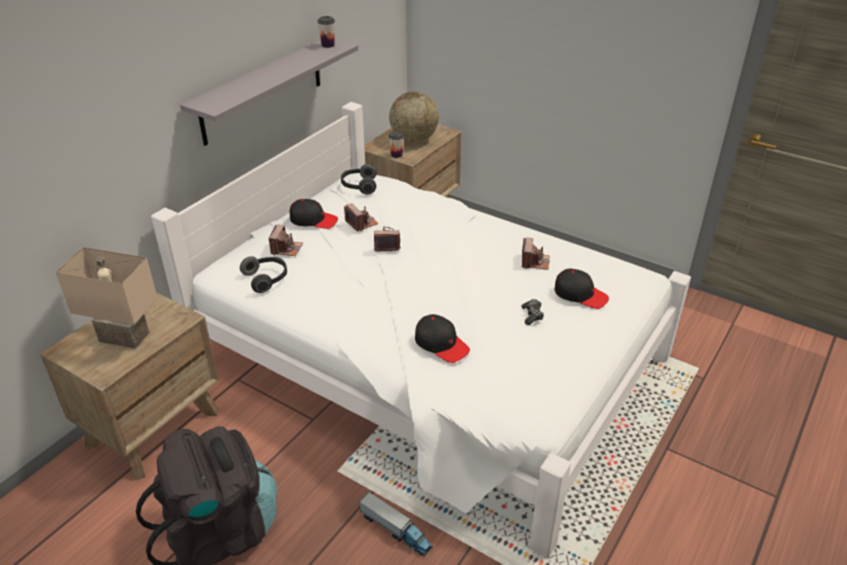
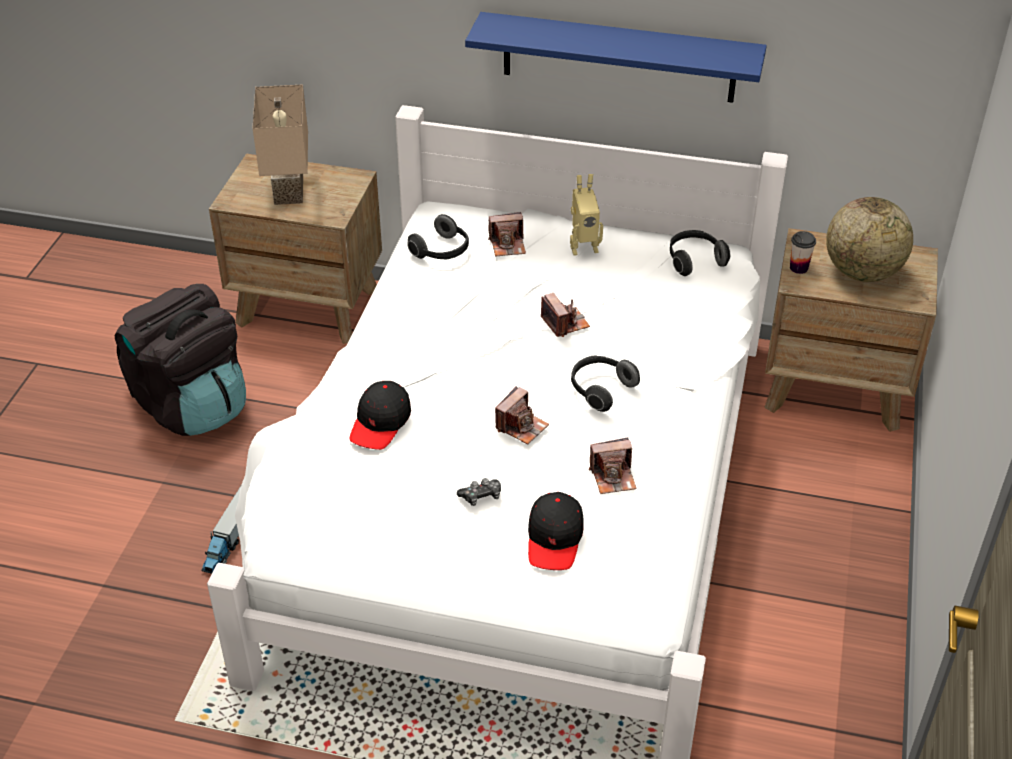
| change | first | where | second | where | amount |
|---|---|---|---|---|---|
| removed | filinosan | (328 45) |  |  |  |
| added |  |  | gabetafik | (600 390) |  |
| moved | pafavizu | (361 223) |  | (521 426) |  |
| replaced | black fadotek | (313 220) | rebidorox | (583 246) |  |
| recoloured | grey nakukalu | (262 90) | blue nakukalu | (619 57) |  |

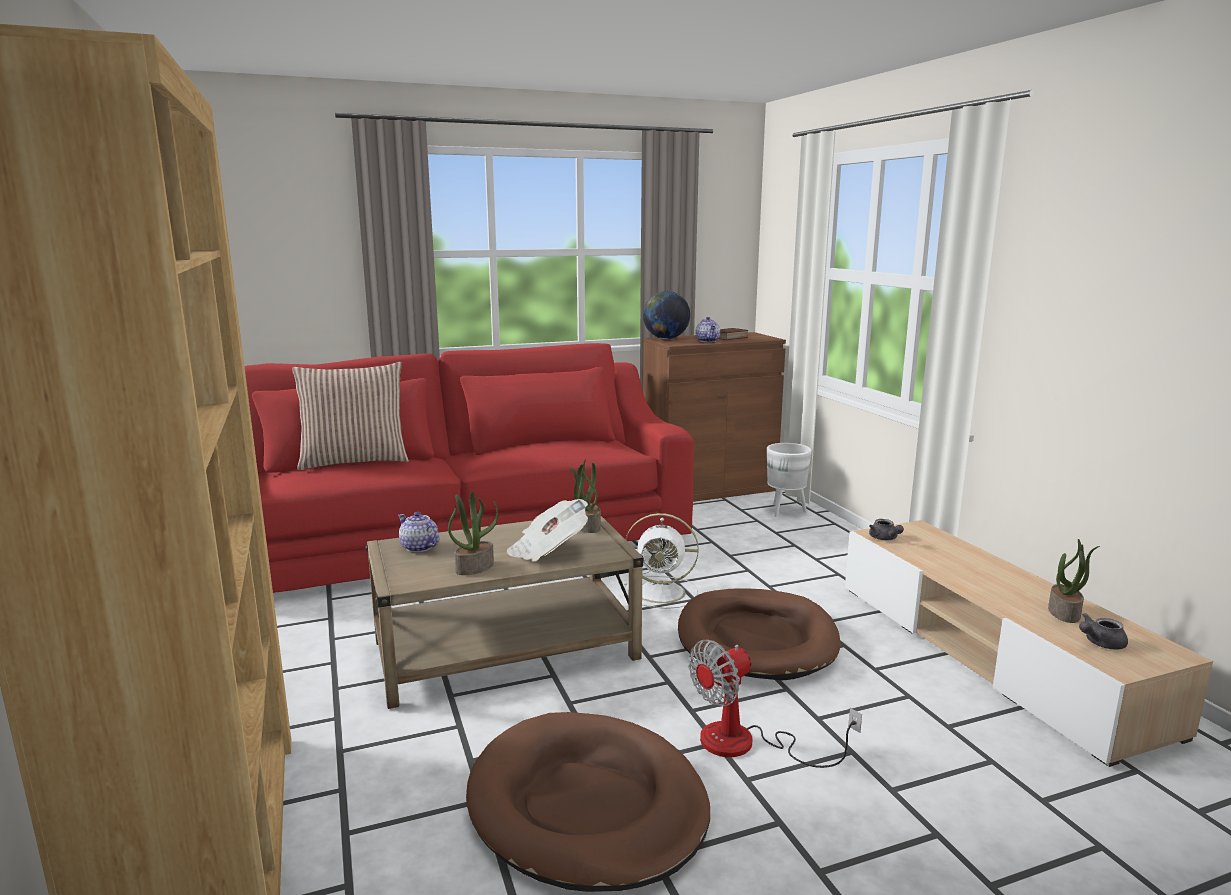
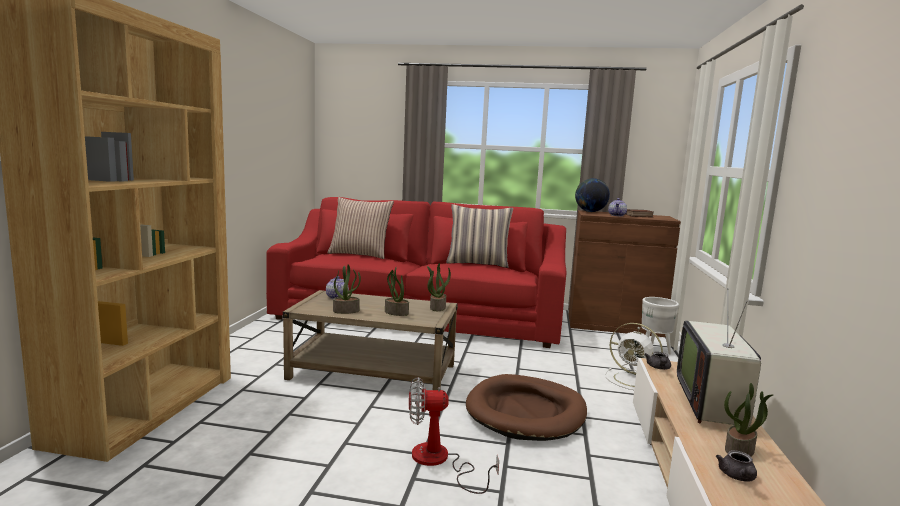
| change | first | where | second | where | amount |
|---|---|---|---|---|---|
| removed | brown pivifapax | (587 806) |  |  |  |
| added |  |  | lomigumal | (478 263) |  |
| added |  |  | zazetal | (714 404) |  |
| moved | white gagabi | (663 592) |  | (633 380) |  |
| replaced | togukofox | (548 550) | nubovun | (396 313) |  |
| turned | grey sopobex | (1099 643) |  | (738 477) | 90 degrees counterclockwise |

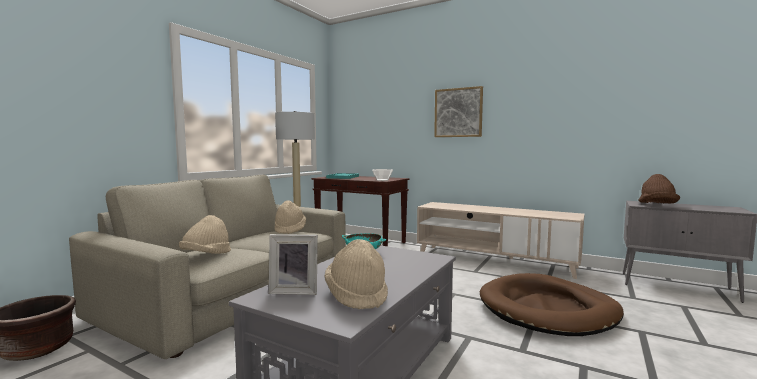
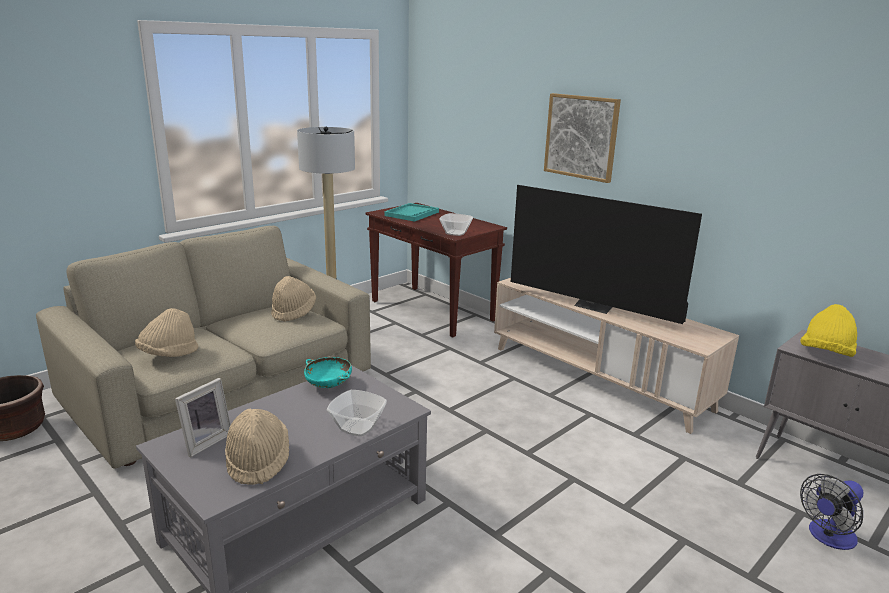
| change | first | where | second | where | amount |
|---|---|---|---|---|---|
| removed | brown pivifapax | (547 309) |  |  |  |
| added |  |  | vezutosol | (357 426) |  |
| added |  |  | zazetal | (595 306) |  |
| added |  |  | gagabi | (828 537) |  |
| recoloured | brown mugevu | (657 205) | yellow mugevu | (825 354) |  |
| turned | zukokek | (295 291) |  | (205 441) | 75 degrees counterclockwise |

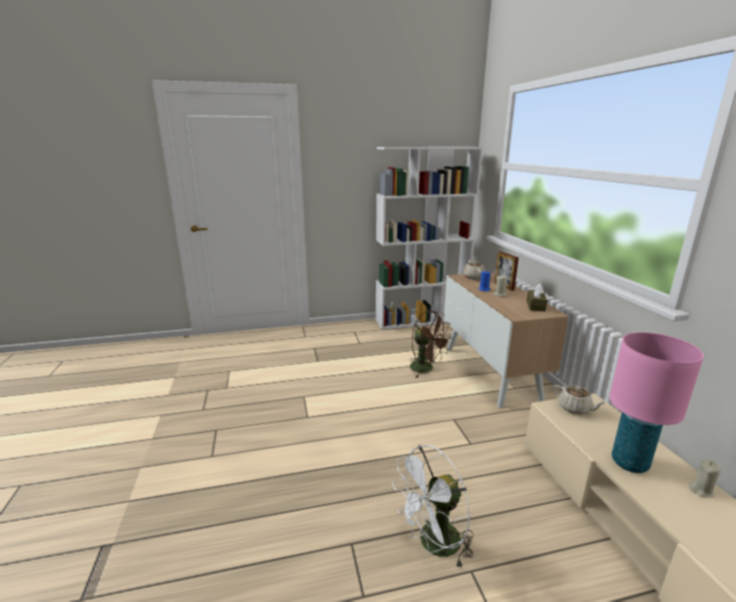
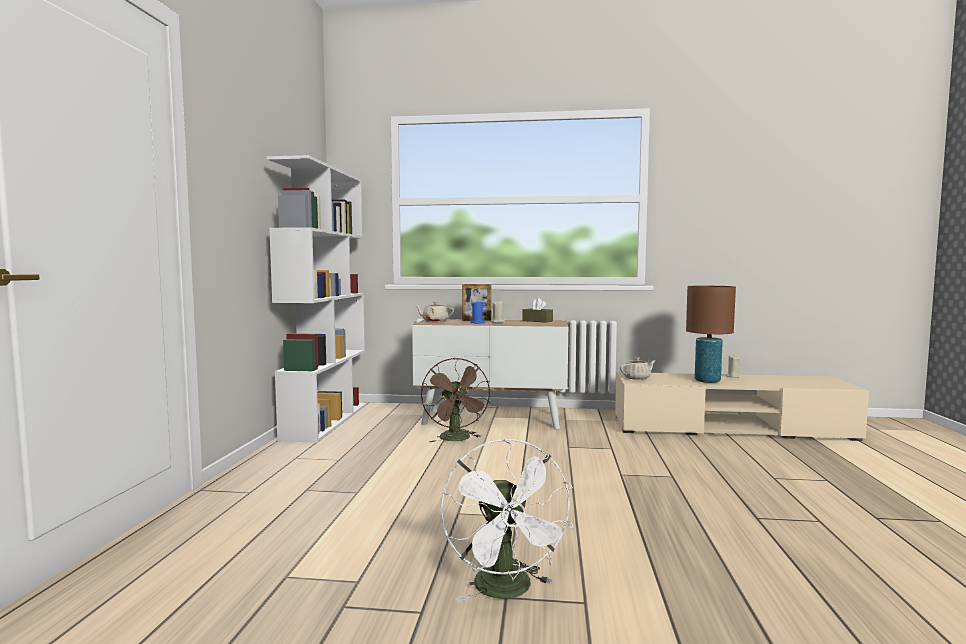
| change | first | where | second | where | amount |
|---|---|---|---|---|---|
| moved | white gagabi | (433 545) |  | (508 591) |  |
| recoloured | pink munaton | (629 463) | brown munaton | (707 381) |  |
| turned | brown gagabi | (426 369) |  | (457 439) | 105 degrees clockwise |

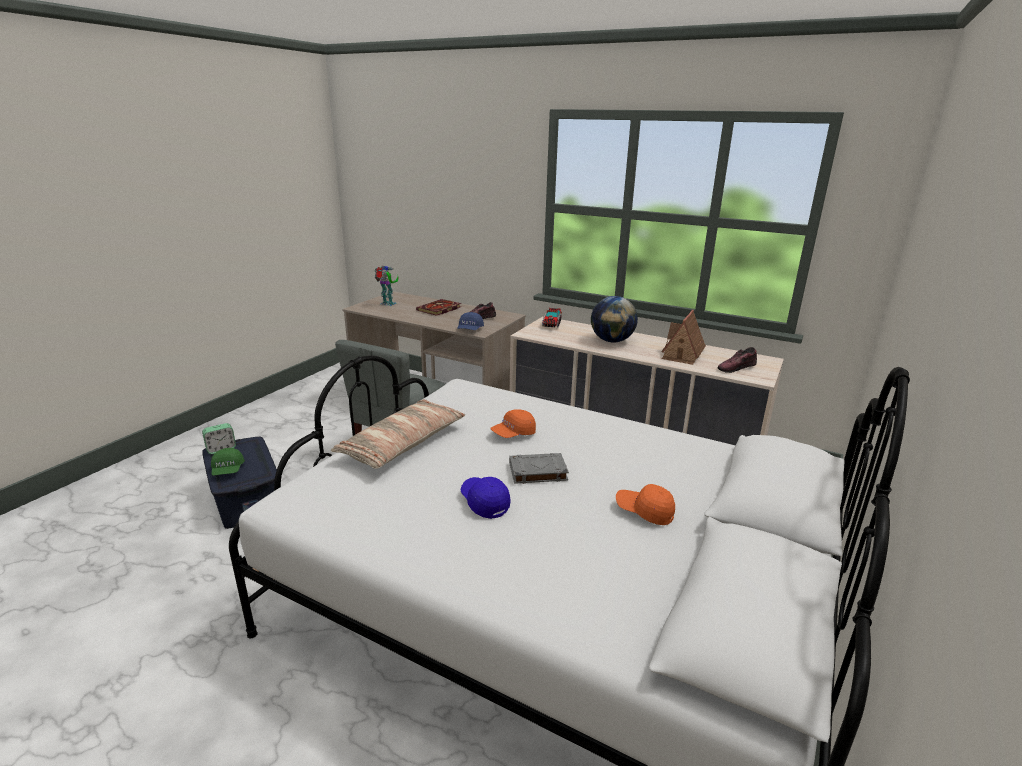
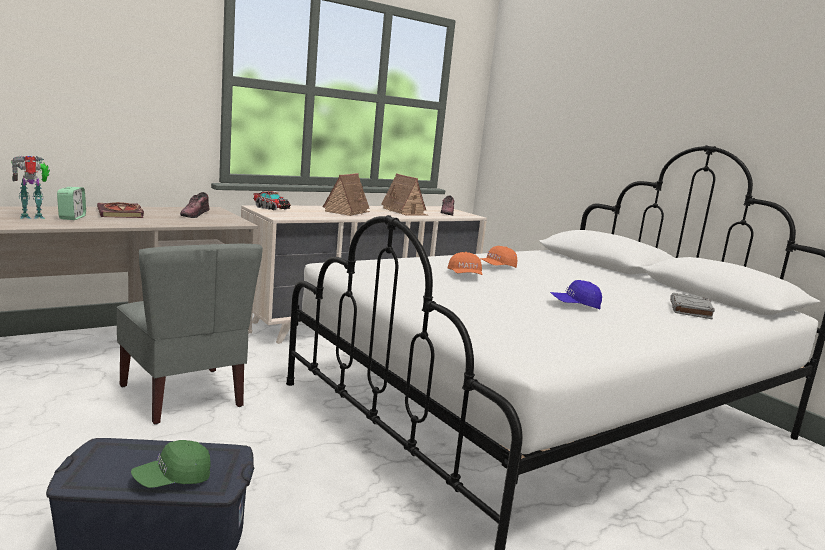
| change | first | where | second | where | amount |
|---|---|---|---|---|---|
| removed | lomigumal | (403 444) |  |  |  |
| removed | blue fadotek | (470 330) |  |  |  |
| moved | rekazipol | (221 449) |  | (72 217) |  |
| moved | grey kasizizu | (537 472) |  | (690 310) |  |
| moved | orange fadotek | (644 511) |  | (496 267) |  |
| replaced | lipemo | (612 341) | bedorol | (347 211) |  |
| turned | green fadotek | (228 470) |  | (172 479) | 135 degrees clockwise |

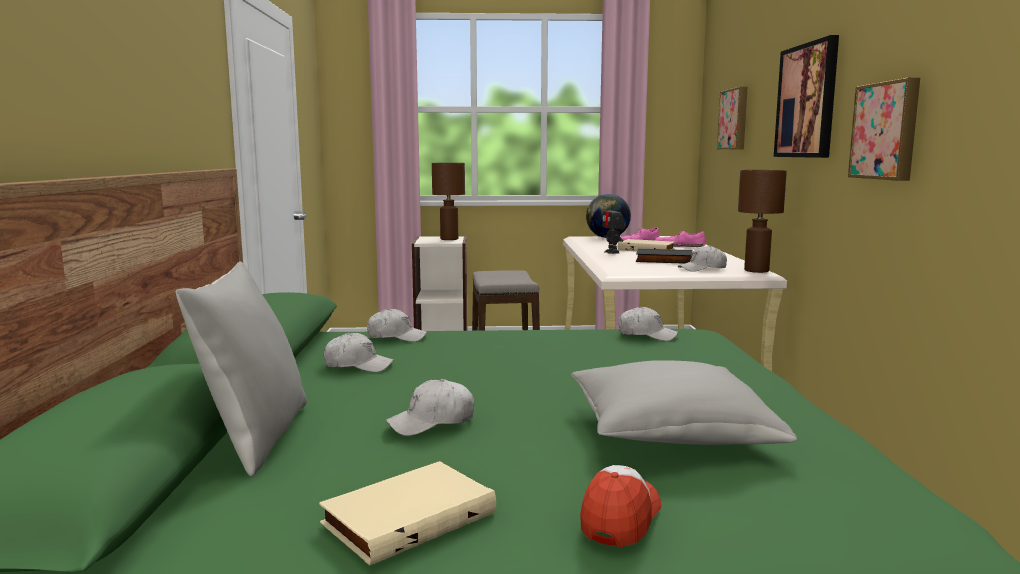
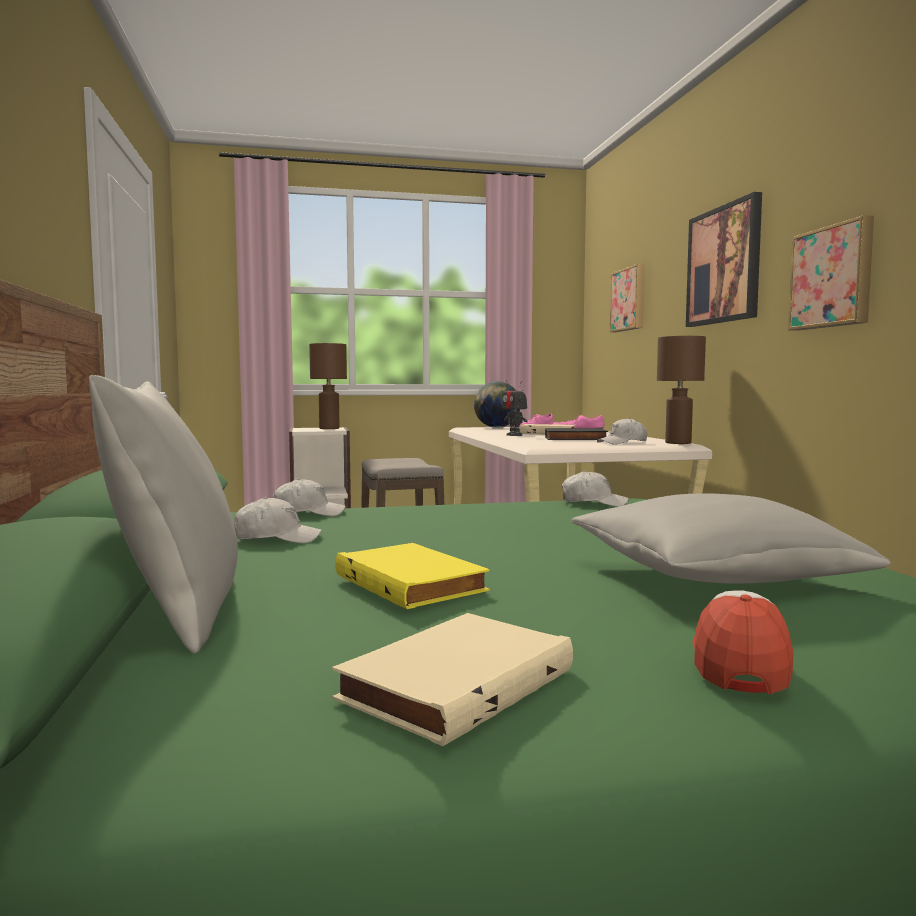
| change | first | where | second | where | amount |
|---|---|---|---|---|---|
| replaced | white fadotek | (432 422) | yellow kasizizu | (413 583) |  |

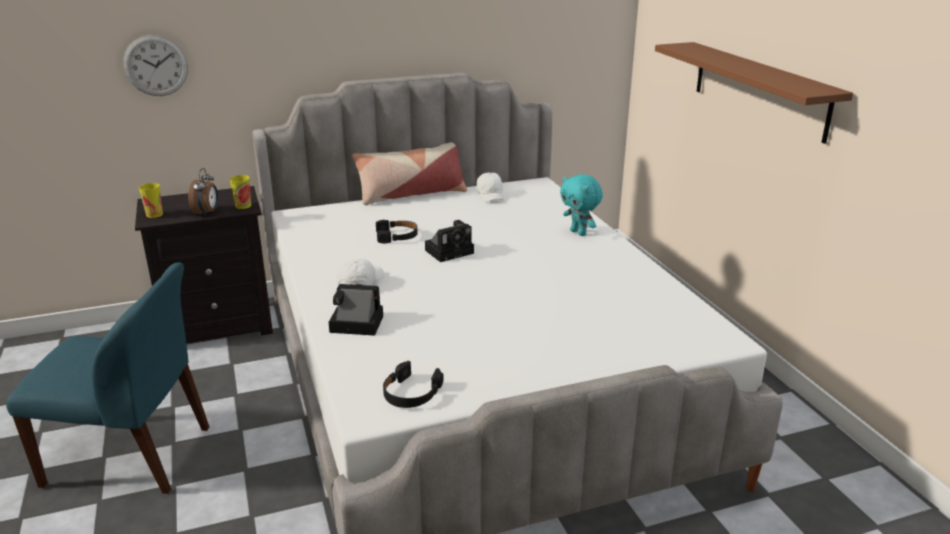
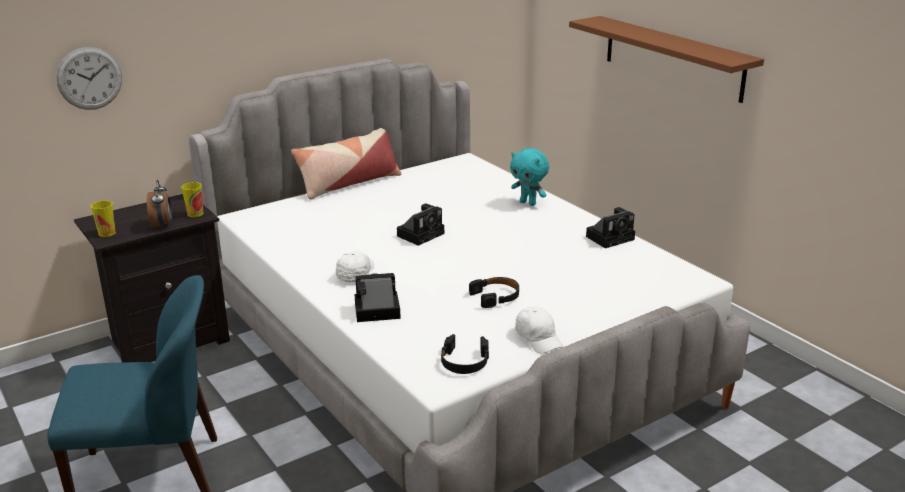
| change | first | where | second | where | amount |
|---|---|---|---|---|---|
| added |  |  | pafavizu | (611 237) |  |
| moved | black gabetafik | (397 236) |  | (496 297) |  |
| moved | white fadotek | (491 195) |  | (538 338) |  |

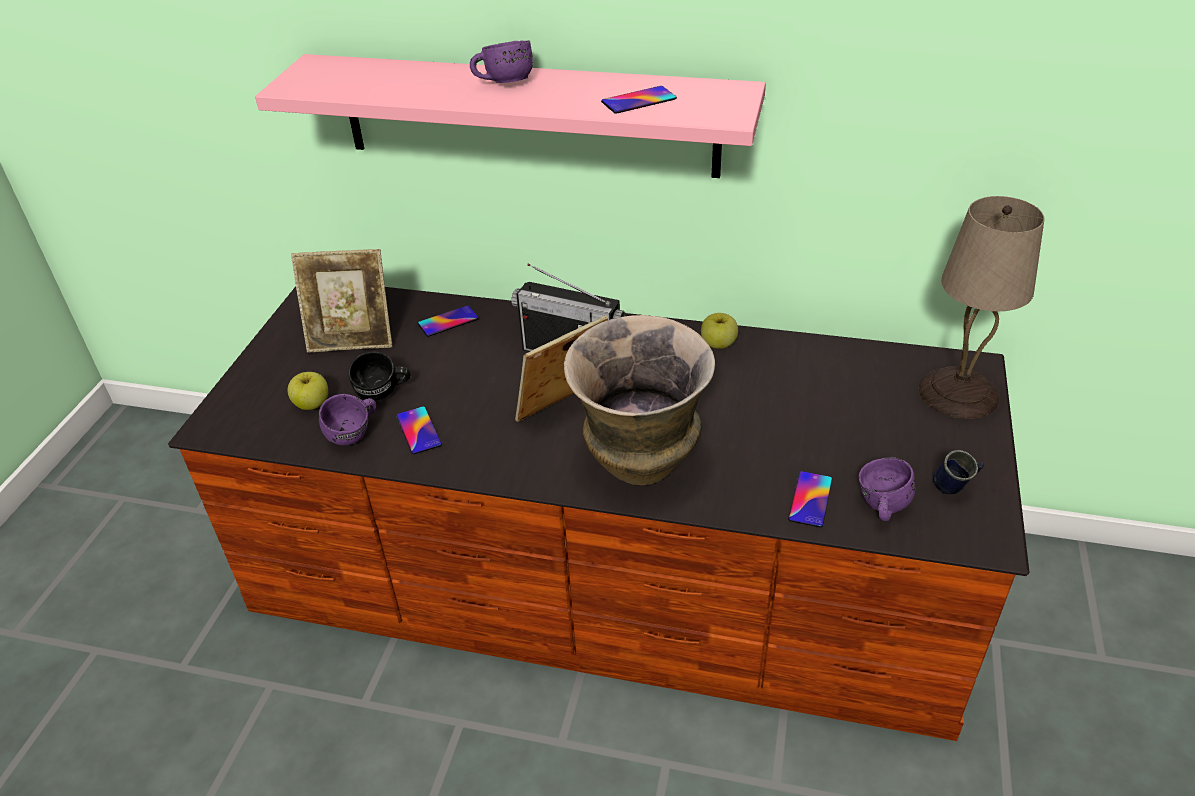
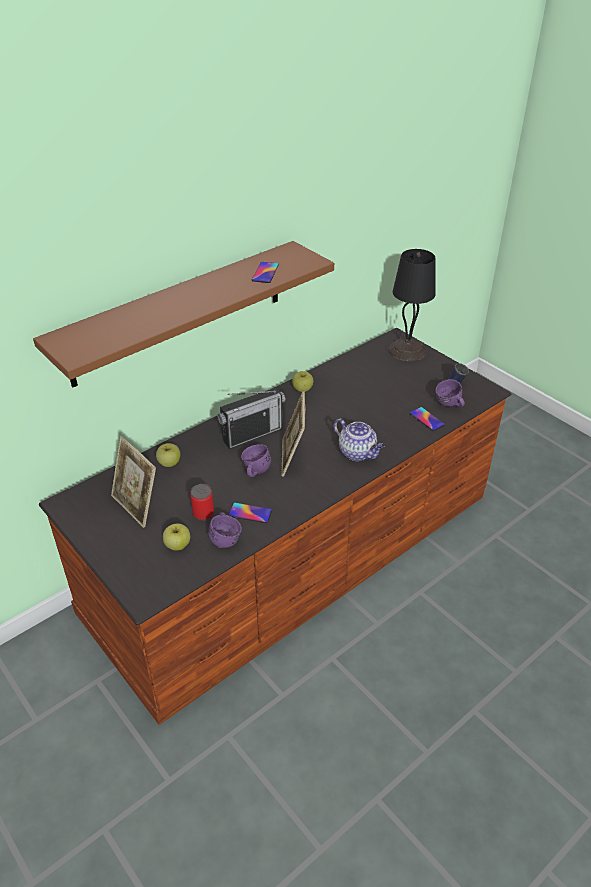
| change | first | where | second | where | amount |
|---|---|---|---|---|---|
| moved | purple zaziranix | (503 82) |  | (254 471) |  |
| replaced | black zaziranix | (383 394) | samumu | (203 513) |  |
| replaced | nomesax | (448 321) | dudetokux | (169 463) |  |
| replaced | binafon | (641 466) | sopobex | (358 453) |  |
| recoloured | pink nakukalu | (527 115) | brown nakukalu | (179 313) |  |
| recoloured | beige munaton | (957 392) | black munaton | (406 350) |  |
| turned | zukokek | (352 340) |  | (137 506) | 105 degrees clockwise |

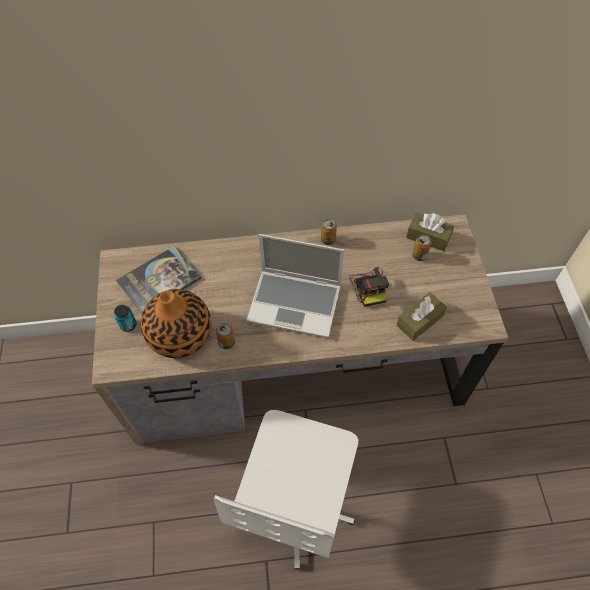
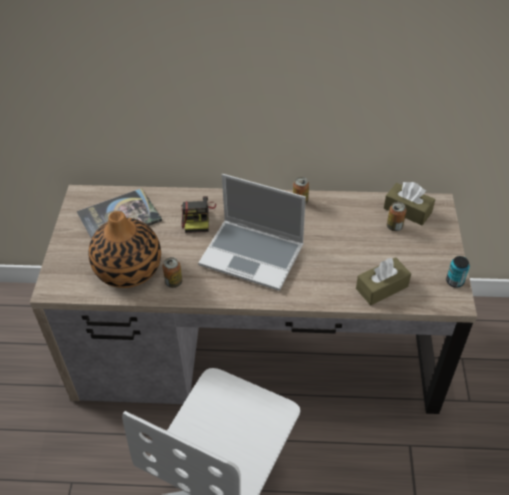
| change | first | where | second | where | amount |
|---|---|---|---|---|---|
| moved | samumu | (128 325) |  | (454 281) |  |
| moved | pafavizu | (369 287) |  | (197 217) |  |

